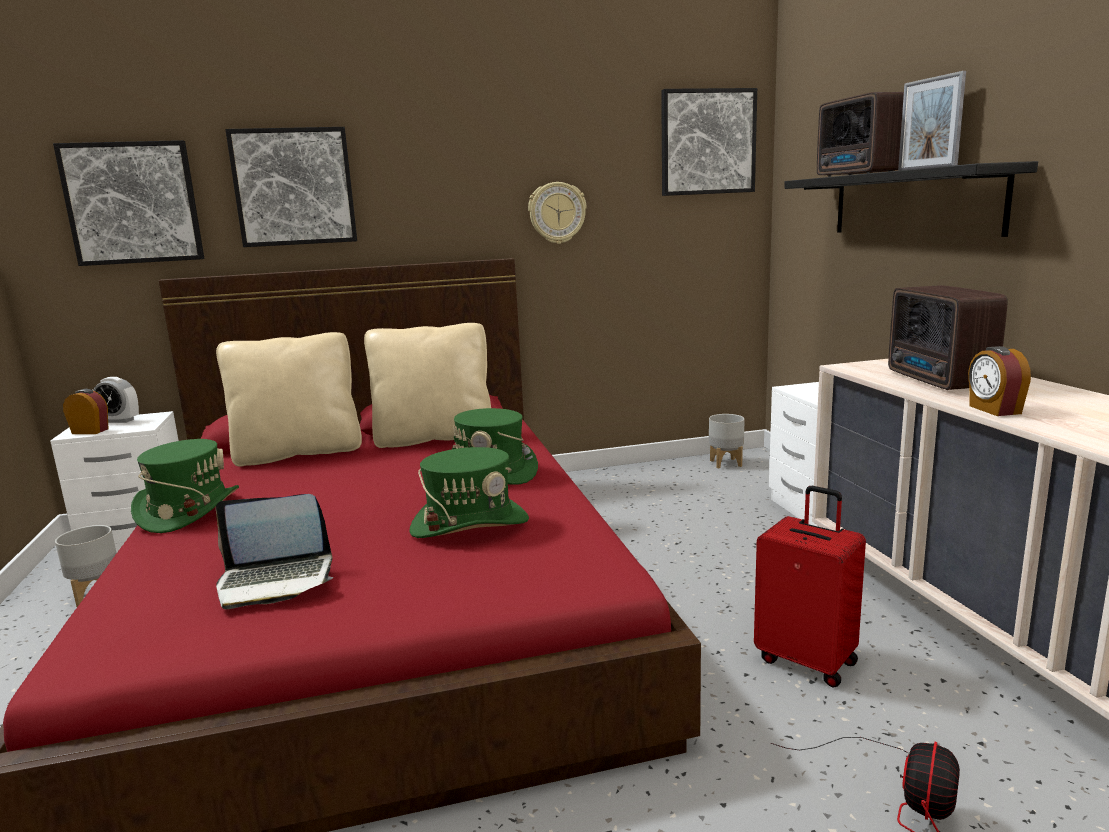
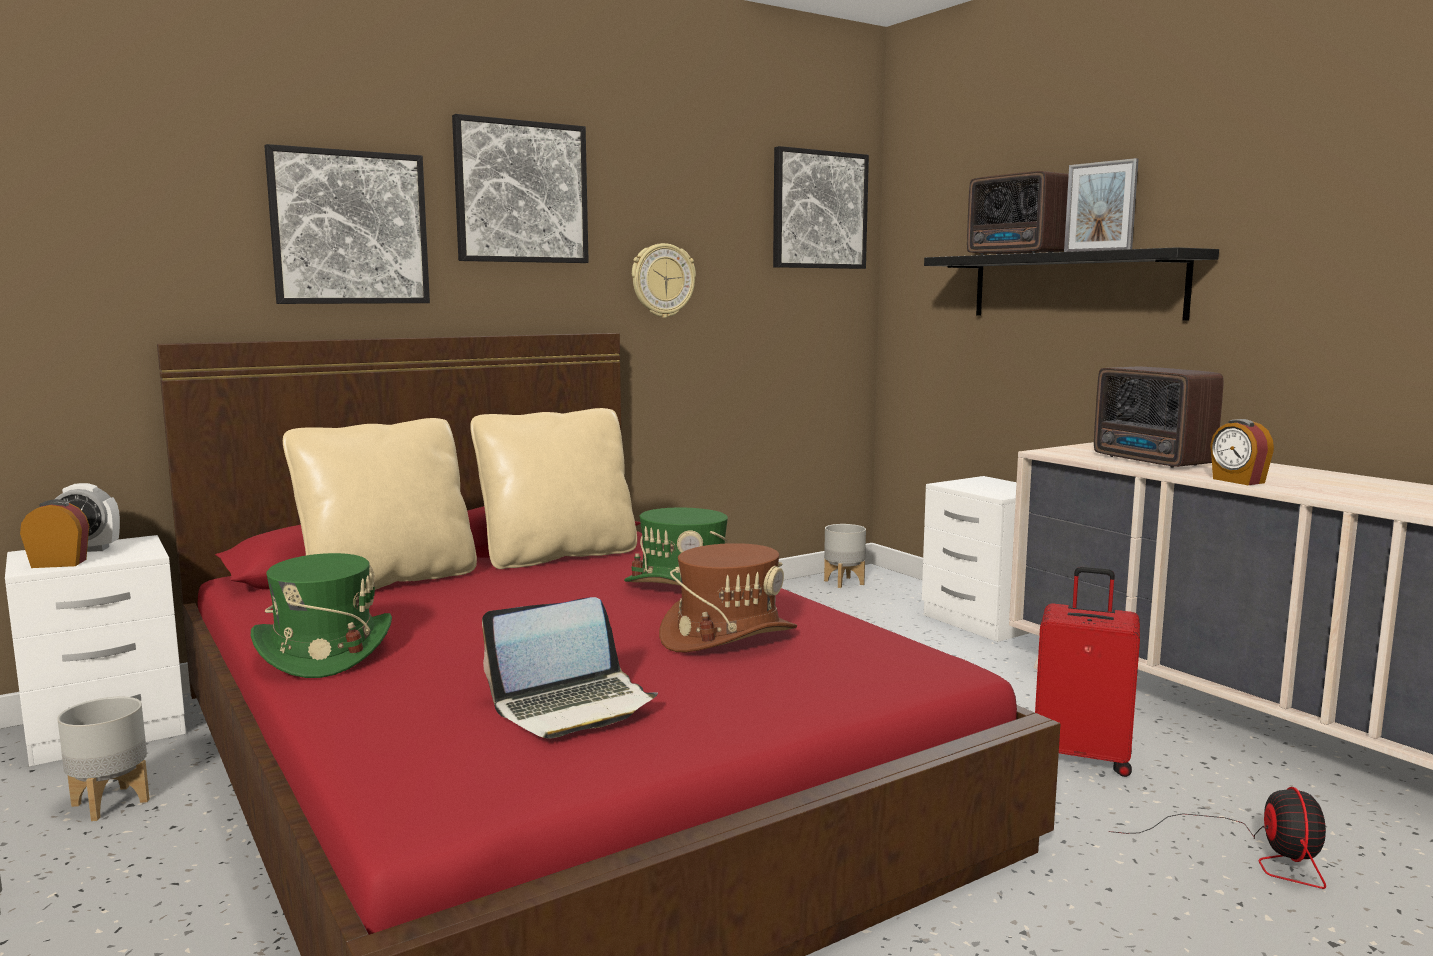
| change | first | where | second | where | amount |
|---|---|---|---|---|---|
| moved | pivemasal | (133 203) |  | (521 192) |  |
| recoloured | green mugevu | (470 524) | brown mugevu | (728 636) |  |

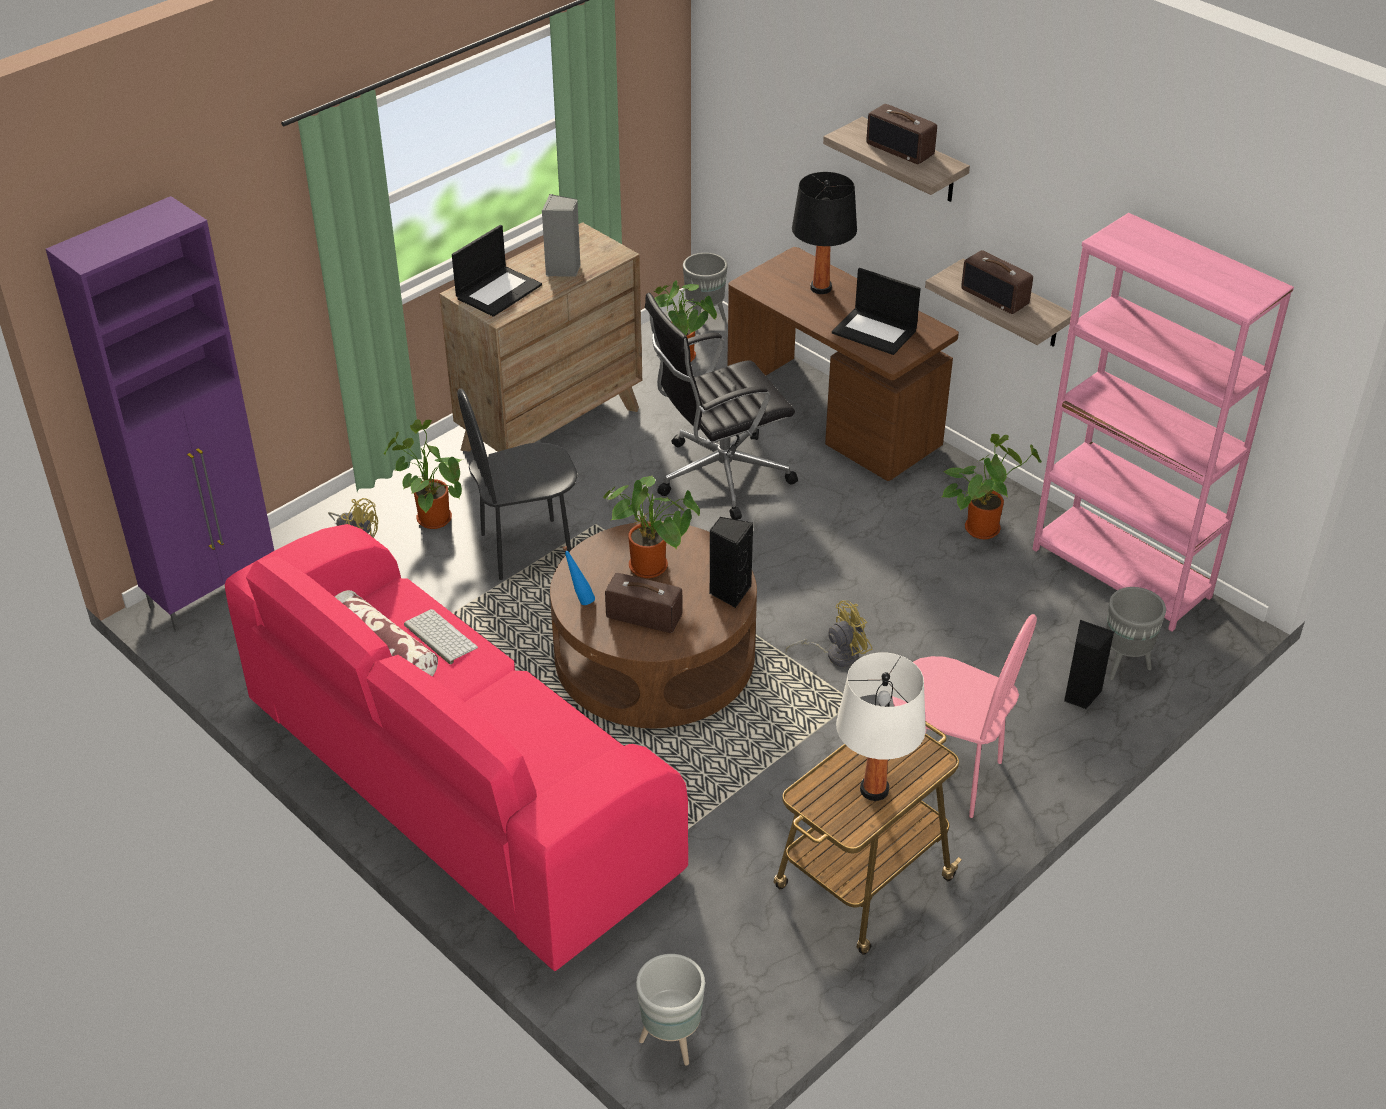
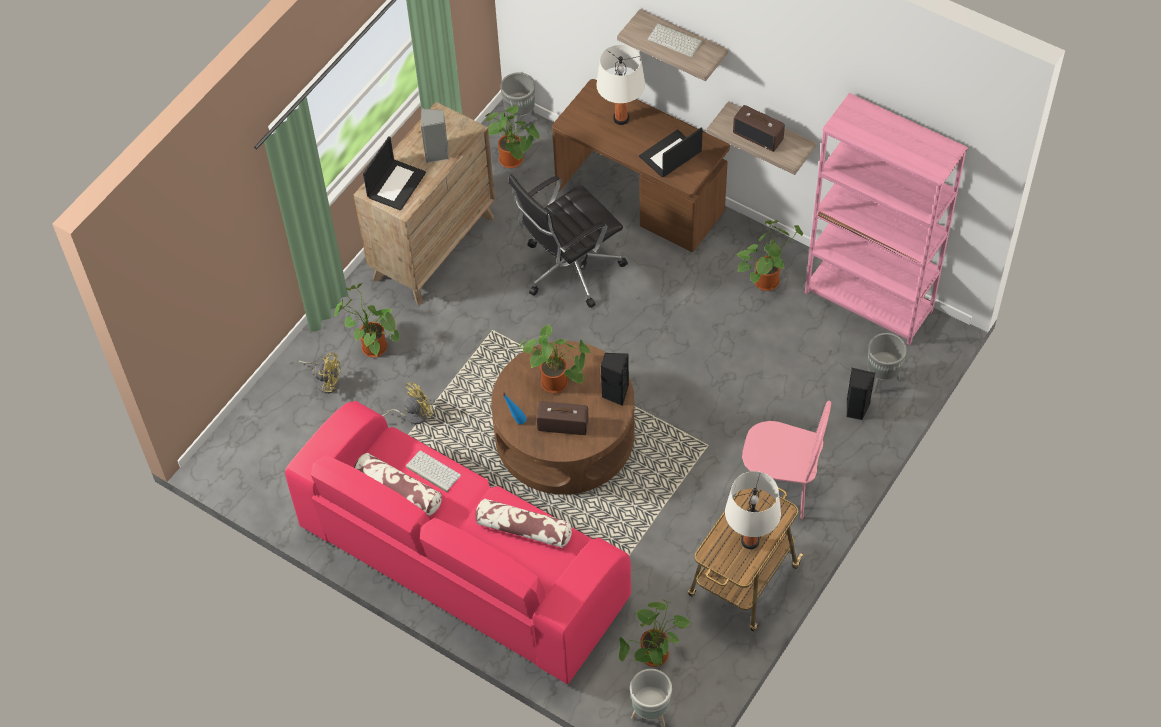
| change | first | where | second | where | amount |
|---|---|---|---|---|---|
| removed | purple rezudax | (214 591) |  |  |  |
| removed | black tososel | (526 548) |  |  |  |
| added |  |  | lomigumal | (523 529) |  |
| added |  |  | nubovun | (654 658) |  |
| moved | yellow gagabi | (835 654) |  | (412 415) |  |
| replaced | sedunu | (901 149) | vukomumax | (676 40) |  |
| recoloured | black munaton | (821 288) | white munaton | (621 118) |  |
| turned | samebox | (875 331) |  | (670 155) | 120 degrees clockwise |

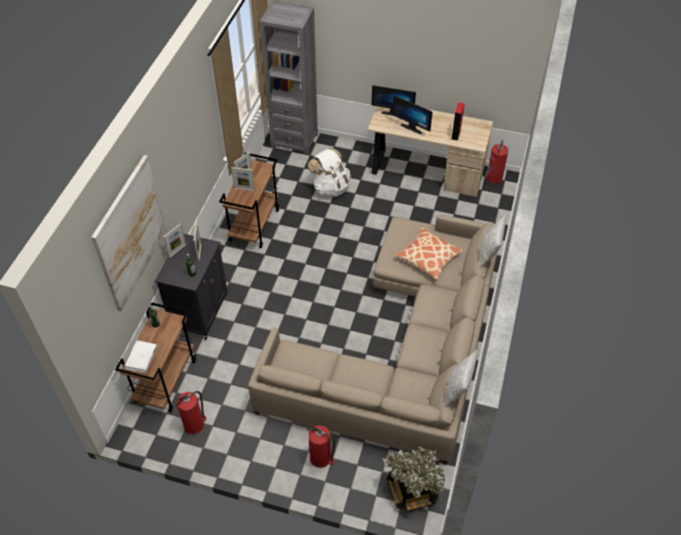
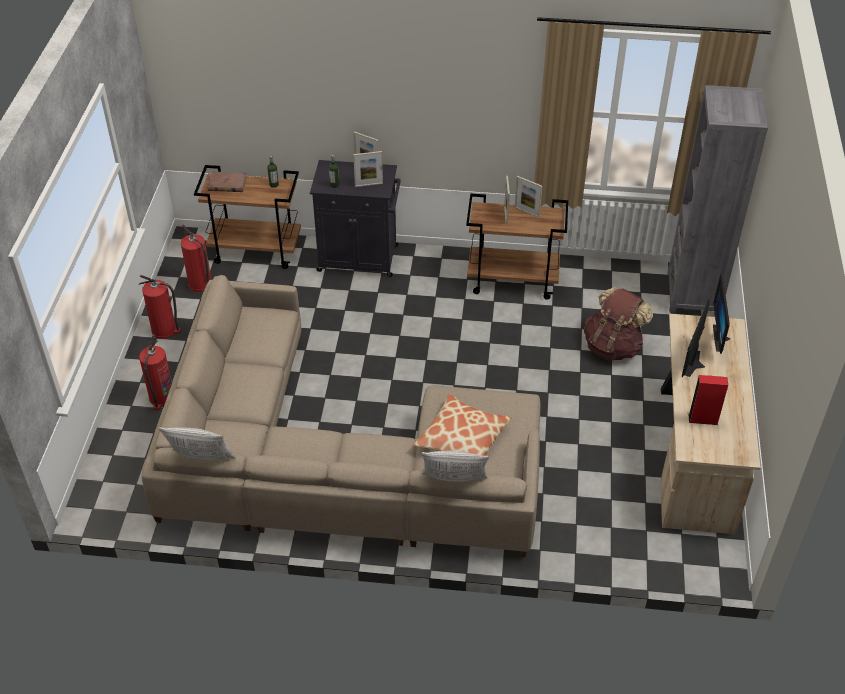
| change | first | where | second | where | amount |
|---|---|---|---|---|---|
| removed | pivemasal | (130 233) |  |  |  |
| removed | nubovun | (412 490) |  |  |  |
| moved | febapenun | (494 177) |  | (165 330) |  |
| recoloured | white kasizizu | (141 358) | brown kasizizu | (227 184) |  |
| recoloured | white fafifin | (331 187) | brown fafifin | (613 346) |  |

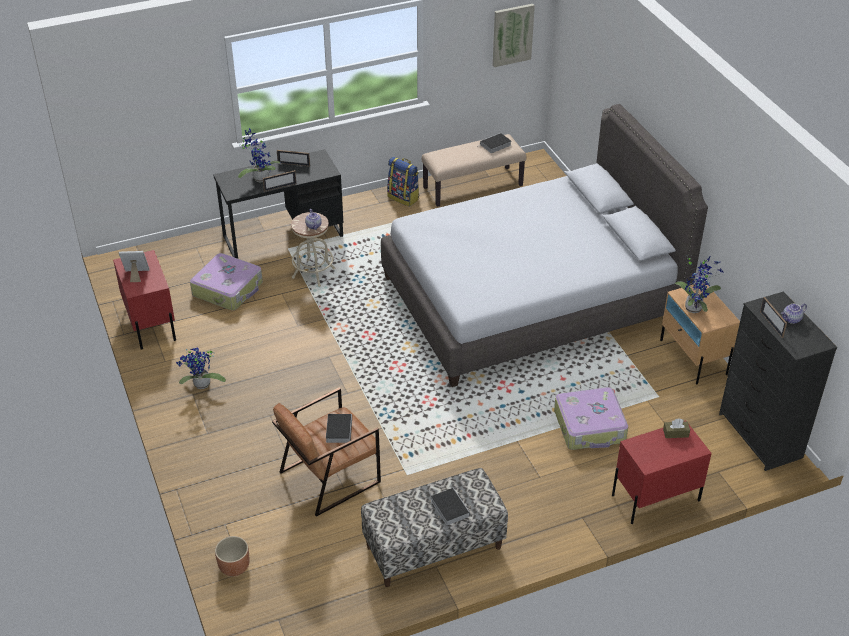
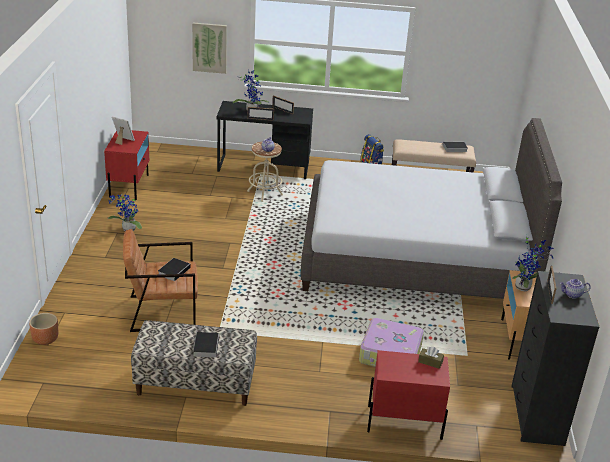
| change | first | where | second | where | amount |
|---|---|---|---|---|---|
| removed | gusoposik | (228 289) |  |  |  |
| moved | pivemasal | (512 34) |  | (209 47) |  |

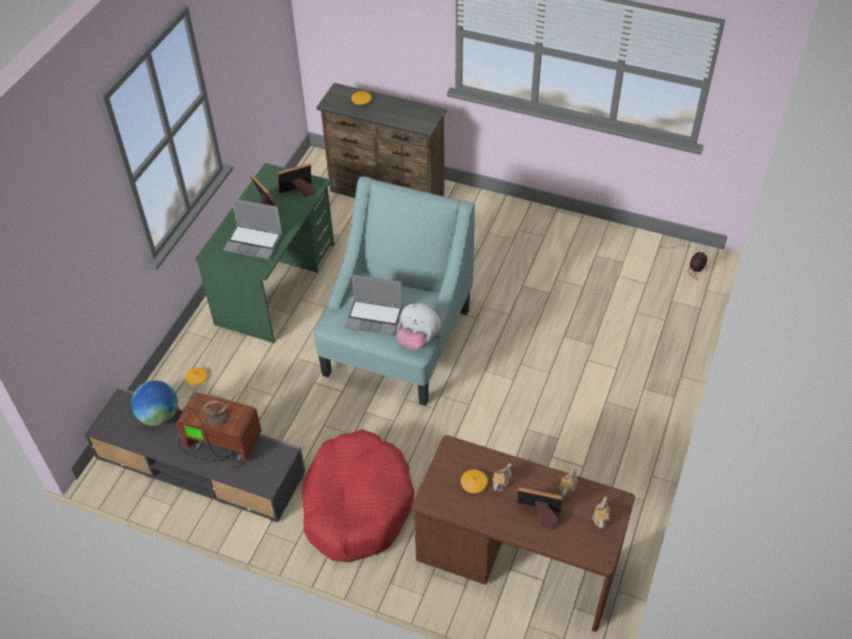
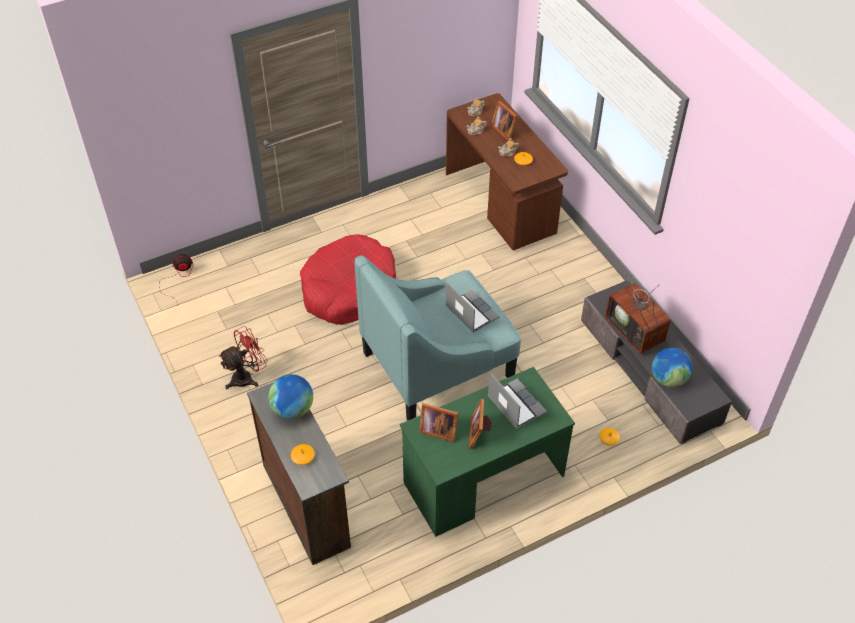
| change | first | where | second | where | amount |
|---|---|---|---|---|---|
| removed | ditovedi | (418 340) |  |  |  |
| added |  |  | red gagabi | (247 377) |  |
| added |  |  | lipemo | (293 409) |  |
| moved | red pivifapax | (356 504) |  | (348 289) |  |

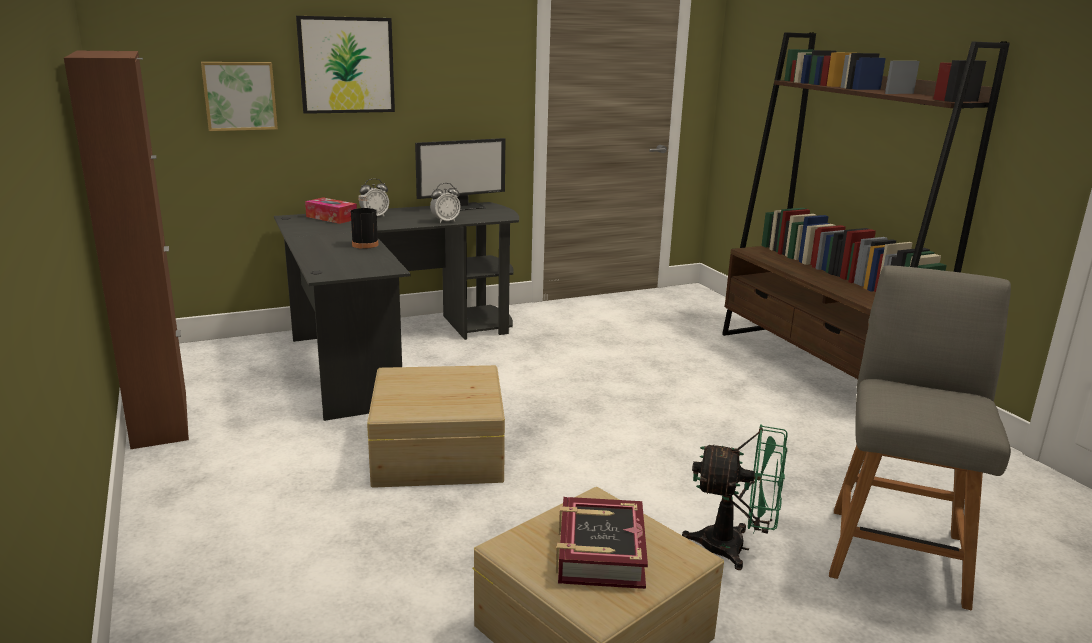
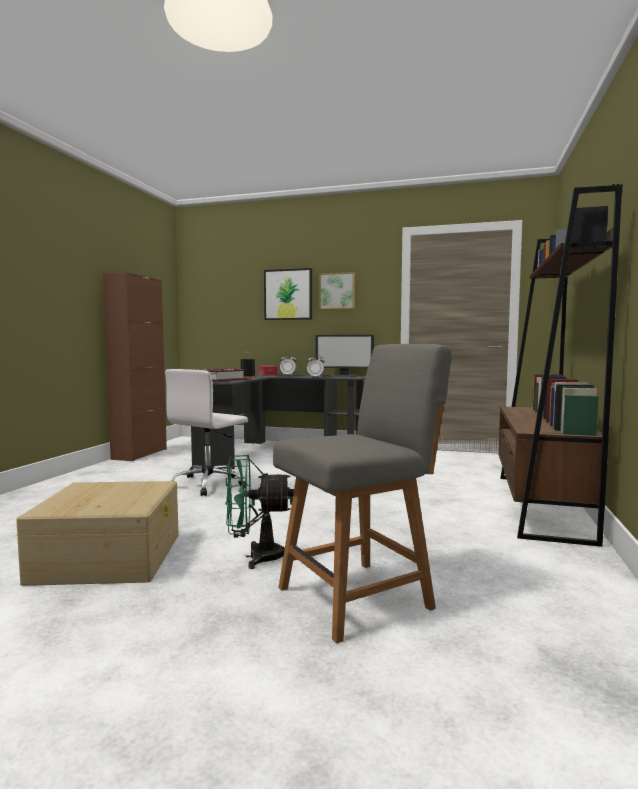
| change | first | where | second | where | amount |
|---|---|---|---|---|---|
| moved | pivemasal | (239 96) |  | (337 291) |  |
| moved | kasizizu | (599 552) |  | (222 379) |  |
| replaced | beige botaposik | (437 451) | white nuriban | (209 484) |  |
| turned | green gagabi | (735 548) |  | (256 557) | 120 degrees clockwise |

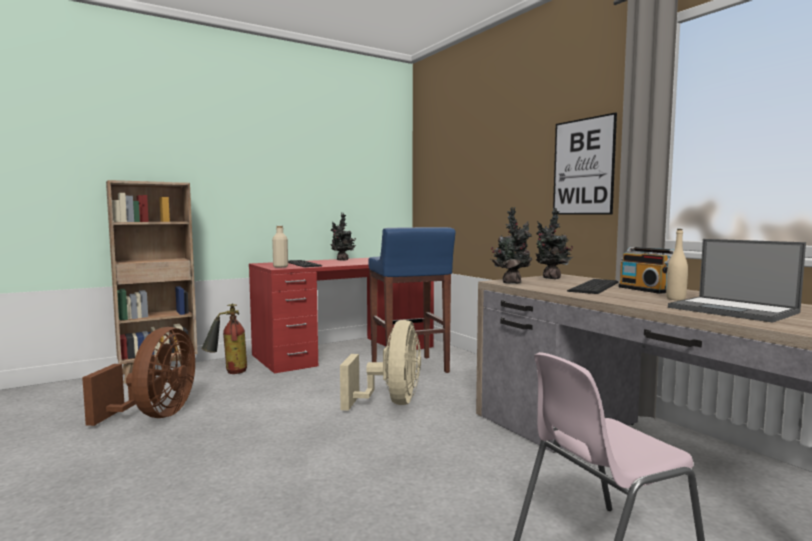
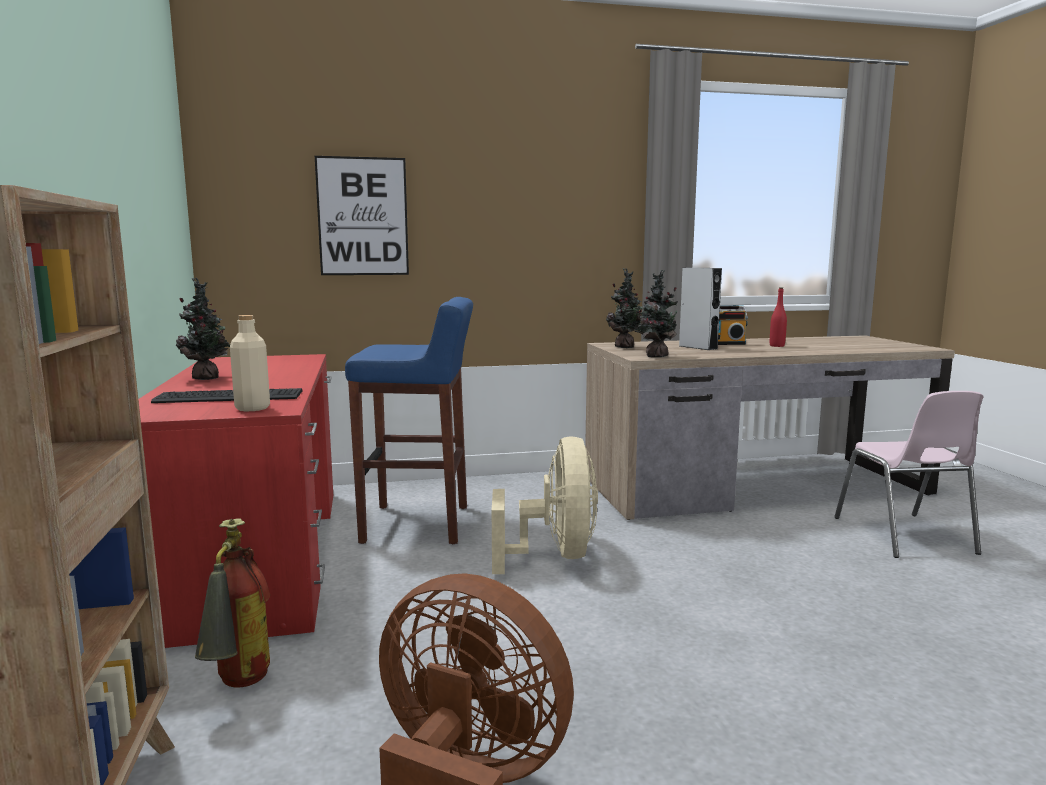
| change | first | where | second | where | amount |
|---|---|---|---|---|---|
| removed | samebox | (734 310) |  |  |  |
| moved | pivemasal | (583 167) |  | (363 217) |  |
| replaced | vukomumax | (596 286) | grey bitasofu | (698 347) |  |
| recoloured | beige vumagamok | (675 299) | red vumagamok | (777 346) |  |
| turned | beige gagabi | (391 402) |  | (555 556) | 60 degrees clockwise |

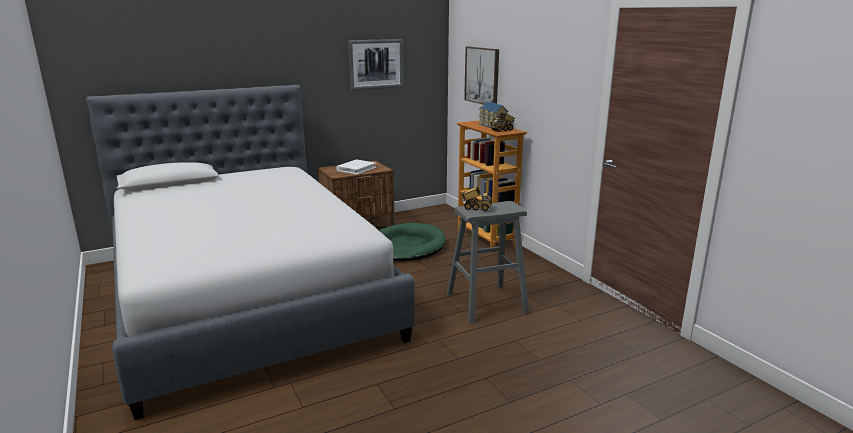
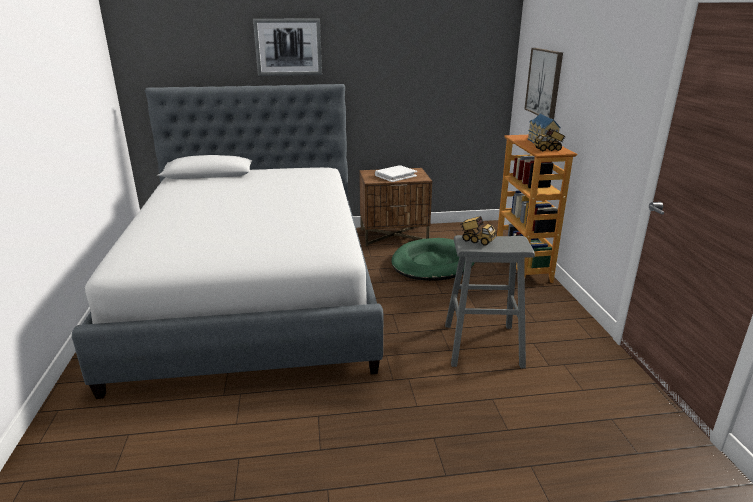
| change | first | where | second | where | amount |
|---|---|---|---|---|---|
| moved | pivemasal | (376 64) |  | (288 47) |  |

